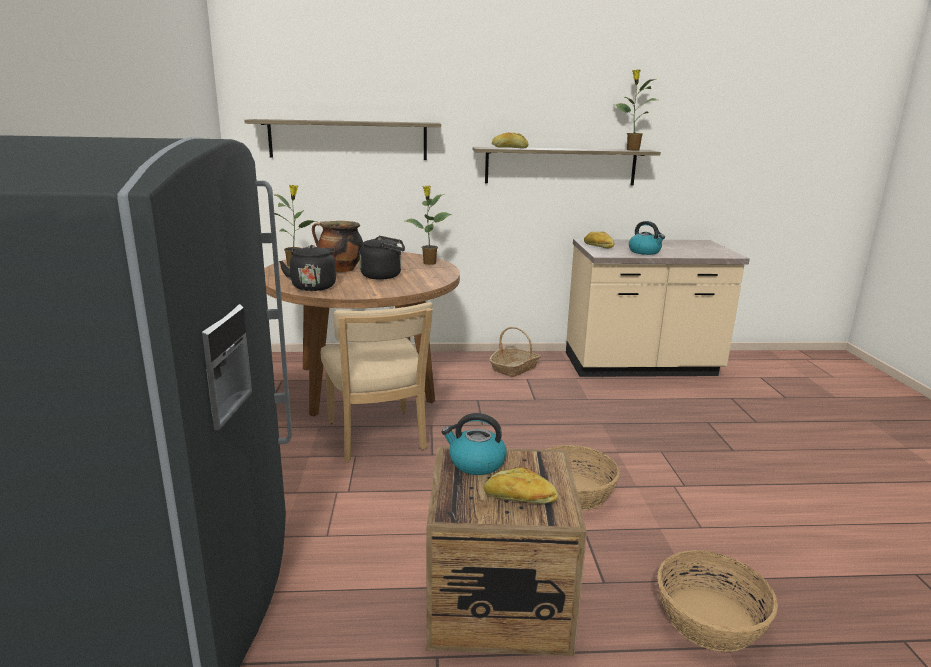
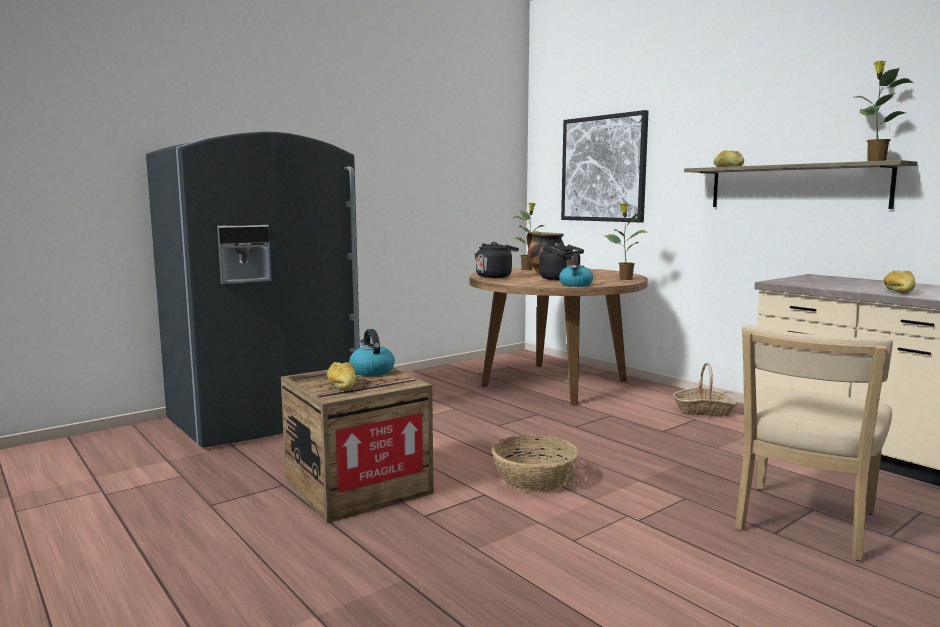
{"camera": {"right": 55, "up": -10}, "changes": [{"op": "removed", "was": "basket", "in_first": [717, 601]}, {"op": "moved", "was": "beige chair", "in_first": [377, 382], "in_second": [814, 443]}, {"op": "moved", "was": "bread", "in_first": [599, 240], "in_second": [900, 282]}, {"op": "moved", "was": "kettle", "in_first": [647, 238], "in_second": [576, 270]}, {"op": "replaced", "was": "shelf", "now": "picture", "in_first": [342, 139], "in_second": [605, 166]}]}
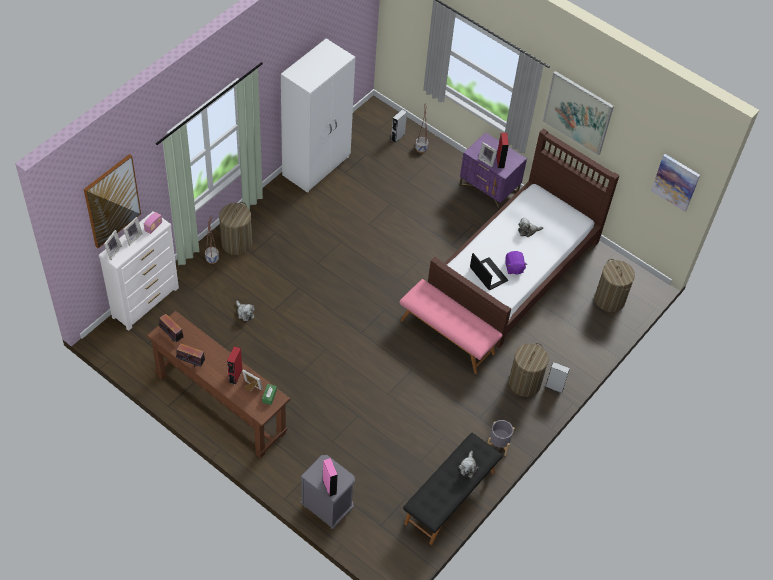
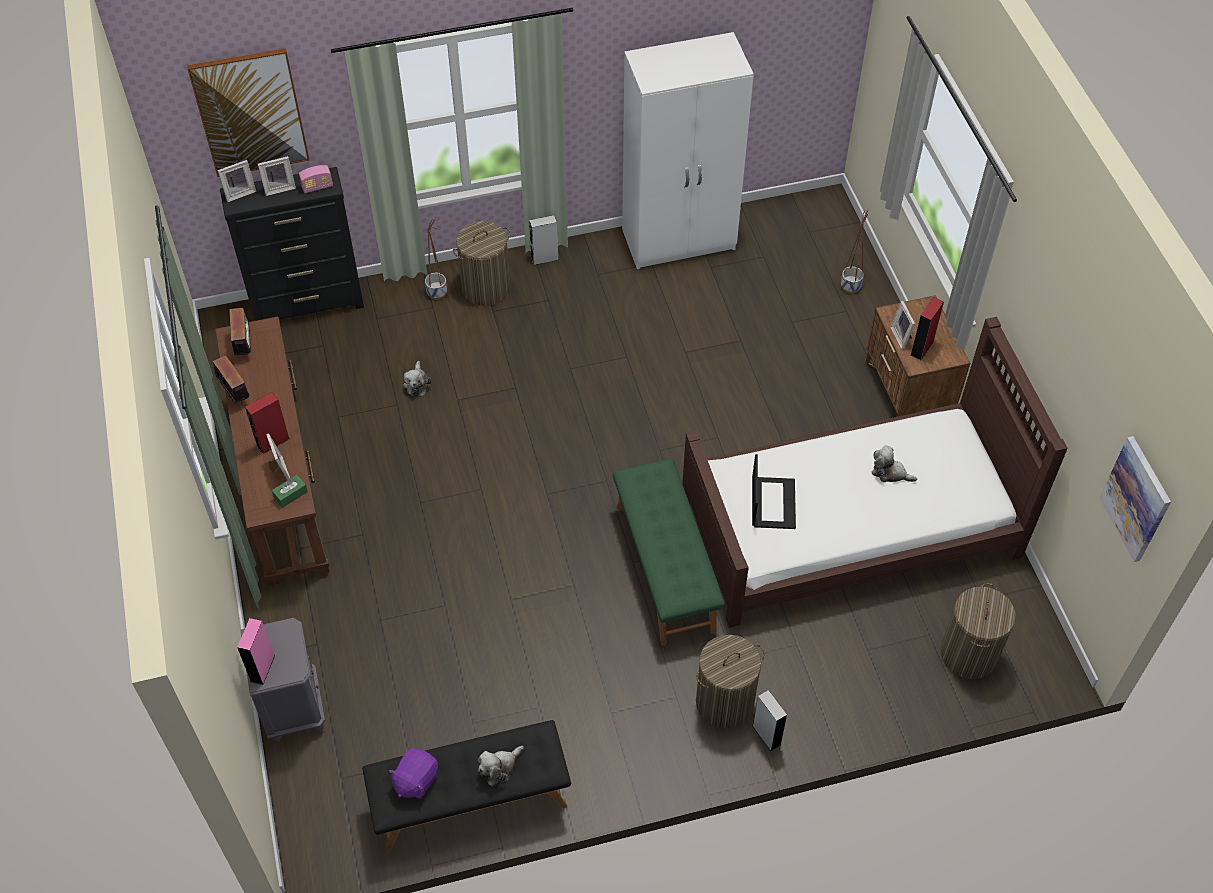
{"camera": {"right": 40, "up": 0}, "changes": [{"op": "removed", "was": "grey planter", "in_first": [501, 438]}, {"op": "removed", "was": "picture", "in_first": [578, 113]}, {"op": "moved", "was": "grey speaker", "in_first": [399, 126], "in_second": [544, 240]}, {"op": "moved", "was": "purple plush toy", "in_first": [516, 263], "in_second": [413, 773]}, {"op": "recoloured", "was": "white dresser", "now": "black dresser", "in_first": [139, 271], "in_second": [292, 244]}, {"op": "recoloured", "was": "pink bench", "now": "green bench", "in_first": [451, 326], "in_second": [669, 552]}, {"op": "recoloured", "was": "purple nightstand", "now": "brown nightstand", "in_first": [493, 171], "in_second": [917, 355]}]}
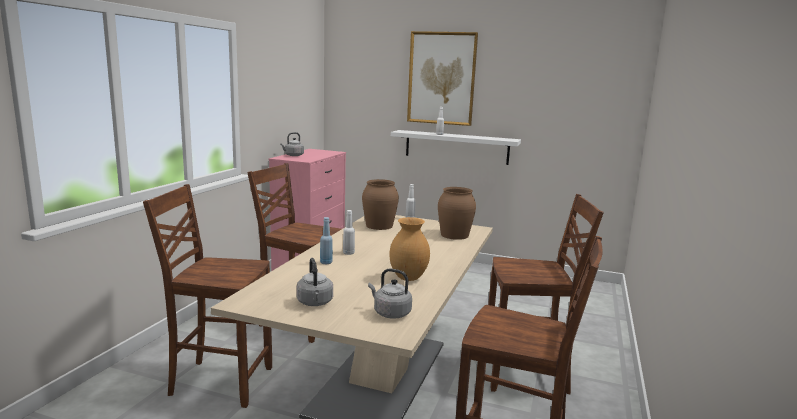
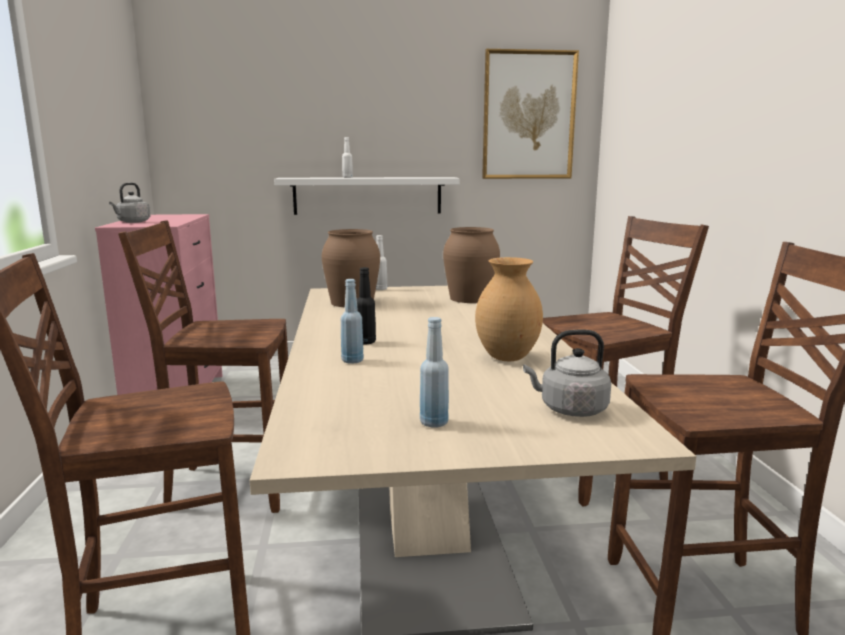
{"camera": {"right": -25, "up": 0}, "changes": [{"op": "moved", "was": "picture", "in_first": [442, 78], "in_second": [530, 114]}, {"op": "replaced", "was": "grey kettle", "now": "blue bottle", "in_first": [314, 282], "in_second": [434, 372]}, {"op": "recoloured", "was": "white bottle", "now": "black bottle", "in_first": [349, 232], "in_second": [366, 305]}]}
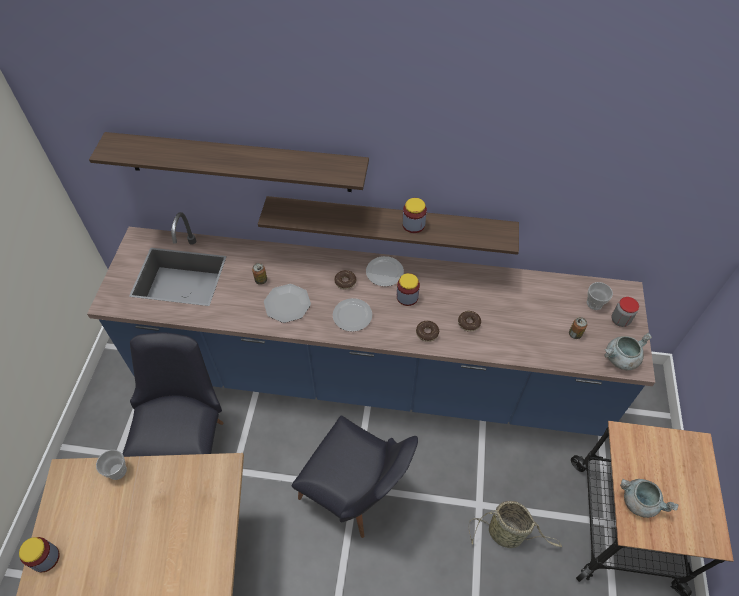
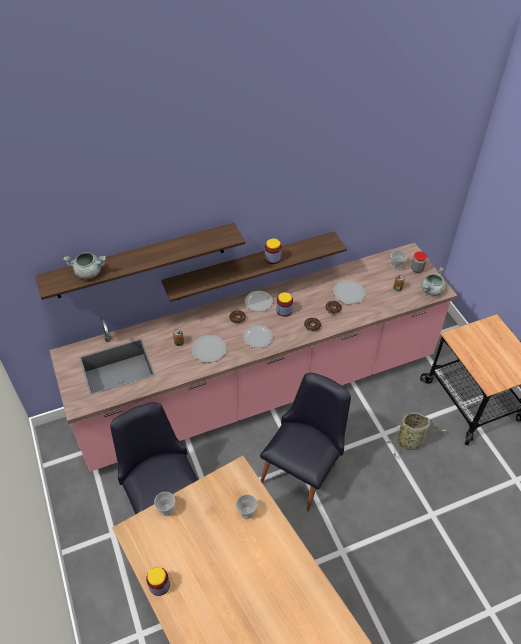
{"camera": {"right": -30, "up": -5}, "changes": [{"op": "added", "now": "cup", "in_second": [246, 506]}, {"op": "added", "now": "plate", "in_second": [349, 292]}, {"op": "moved", "was": "grey cooking pot", "in_first": [649, 498], "in_second": [85, 265]}, {"op": "recoloured", "was": "blue counter", "now": "pink counter", "in_first": [371, 324], "in_second": [253, 357]}, {"op": "turned", "was": "black chair", "in_first": [355, 477], "in_second": [305, 442], "clockwise": -60}]}
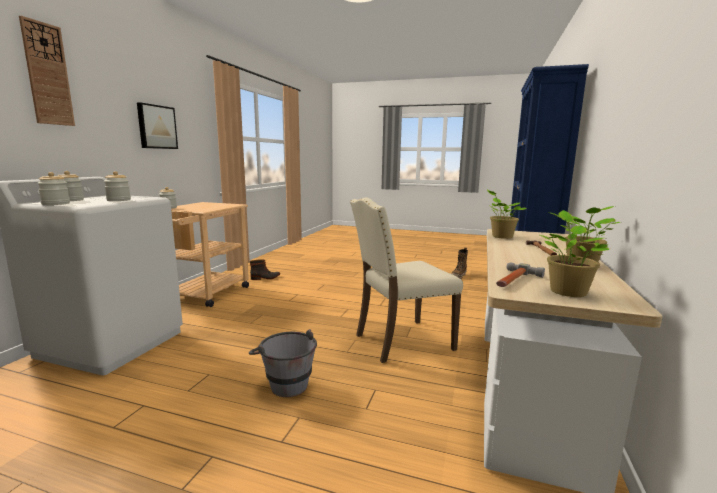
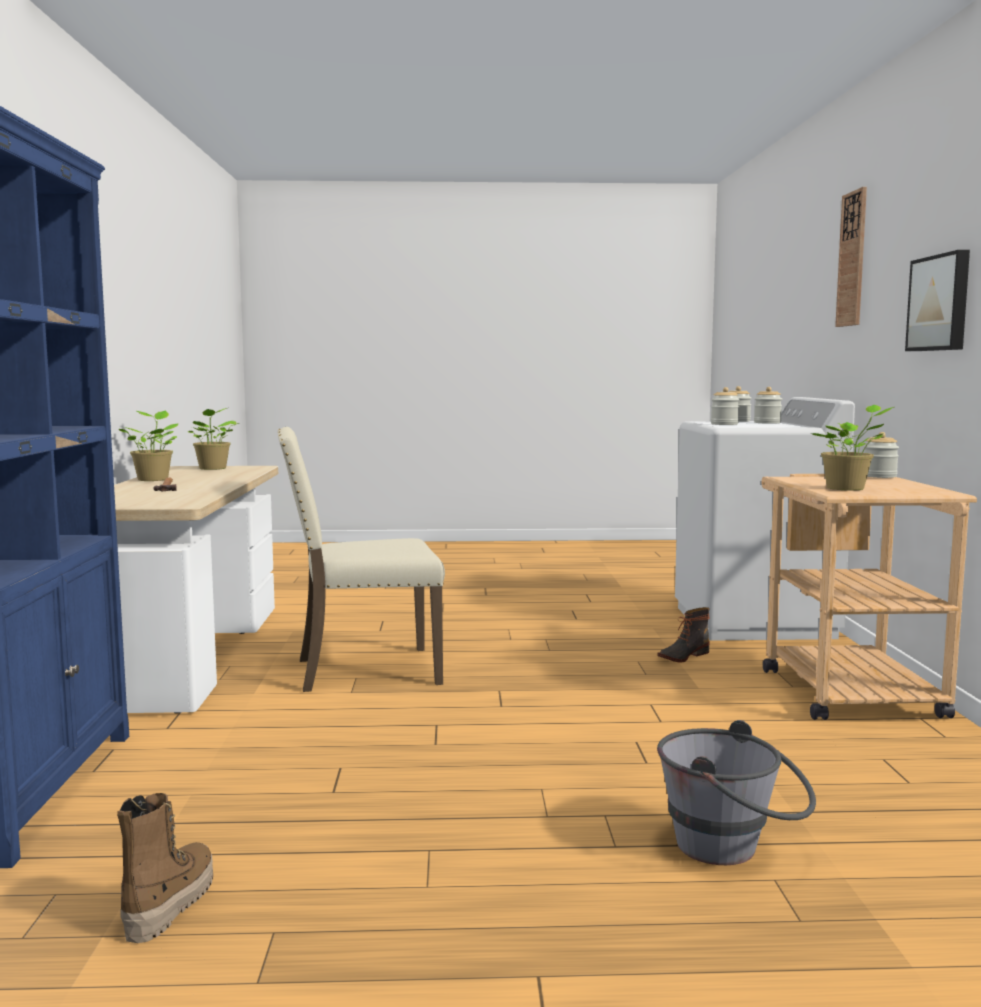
{"camera": {"right": 160, "up": -5}, "changes": [{"op": "removed", "was": "hammer", "in_first": [520, 275]}, {"op": "moved", "was": "grey bucket", "in_first": [283, 363], "in_second": [736, 792]}, {"op": "moved", "was": "boot", "in_first": [265, 269], "in_second": [683, 635]}, {"op": "moved", "was": "potted plant", "in_first": [507, 214], "in_second": [852, 448]}, {"op": "turned", "was": "beige chair", "in_first": [406, 280], "in_second": [361, 559], "clockwise": -150}]}
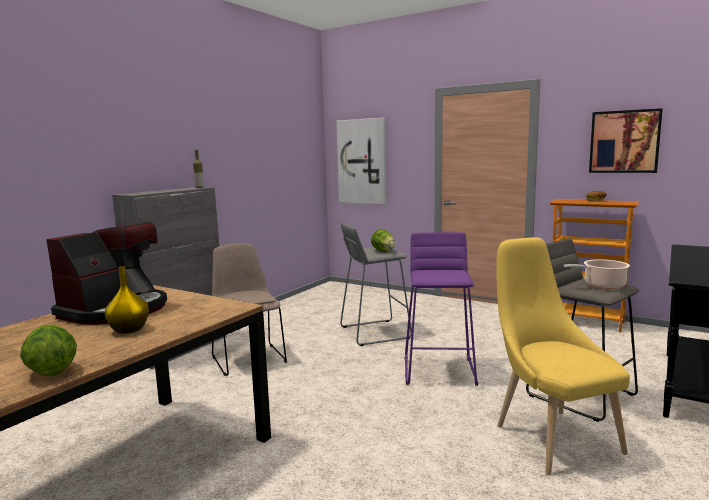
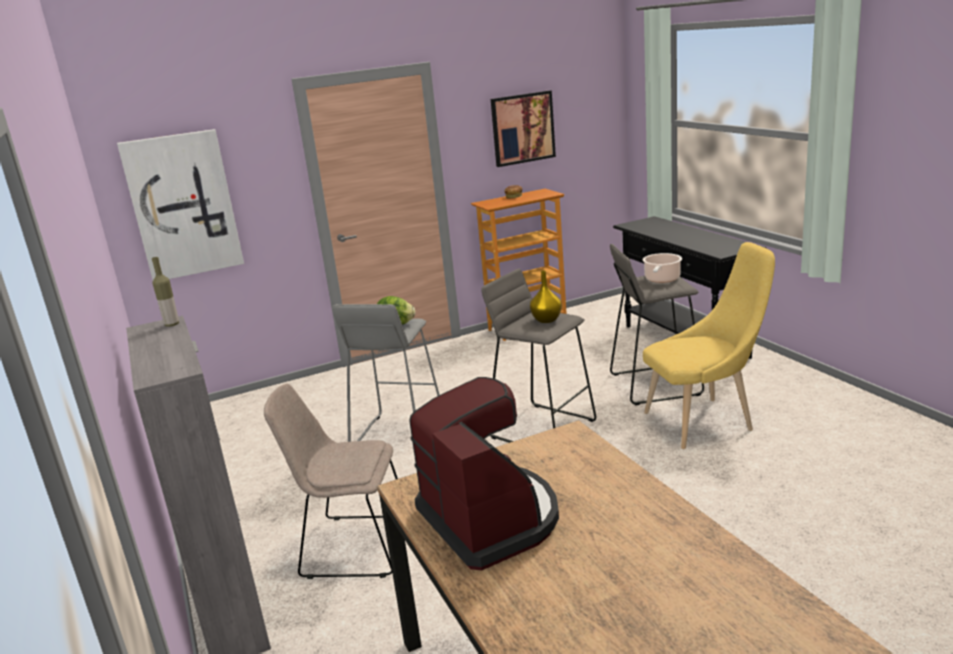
{"camera": {"right": -55, "up": 10}, "changes": [{"op": "removed", "was": "lettuce", "in_first": [48, 350]}, {"op": "moved", "was": "yellow vase", "in_first": [127, 300], "in_second": [546, 296]}, {"op": "recoloured", "was": "purple stool", "now": "grey stool", "in_first": [441, 309], "in_second": [538, 356]}, {"op": "turned", "was": "yellow chair", "in_first": [563, 356], "in_second": [709, 345], "clockwise": 150}]}
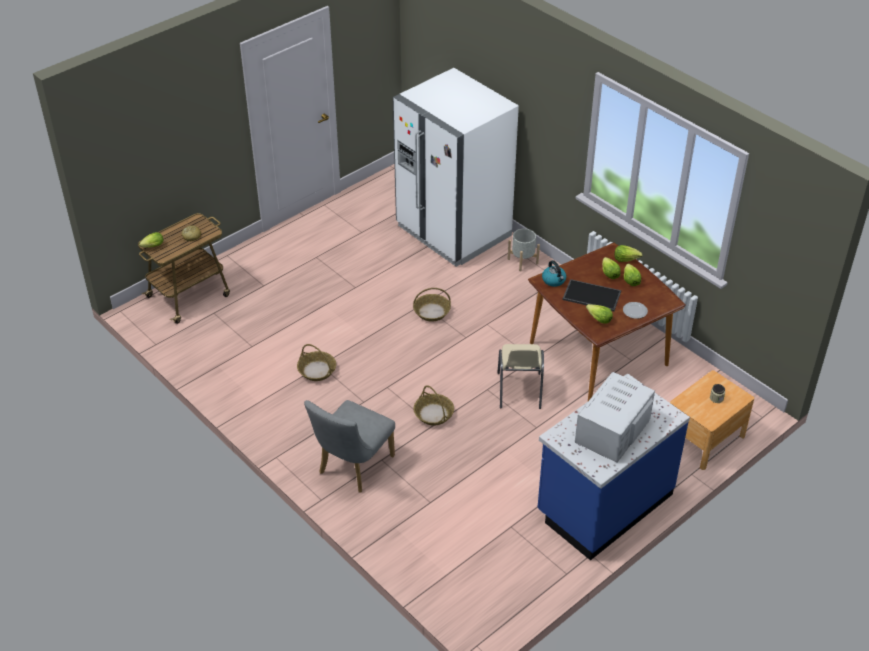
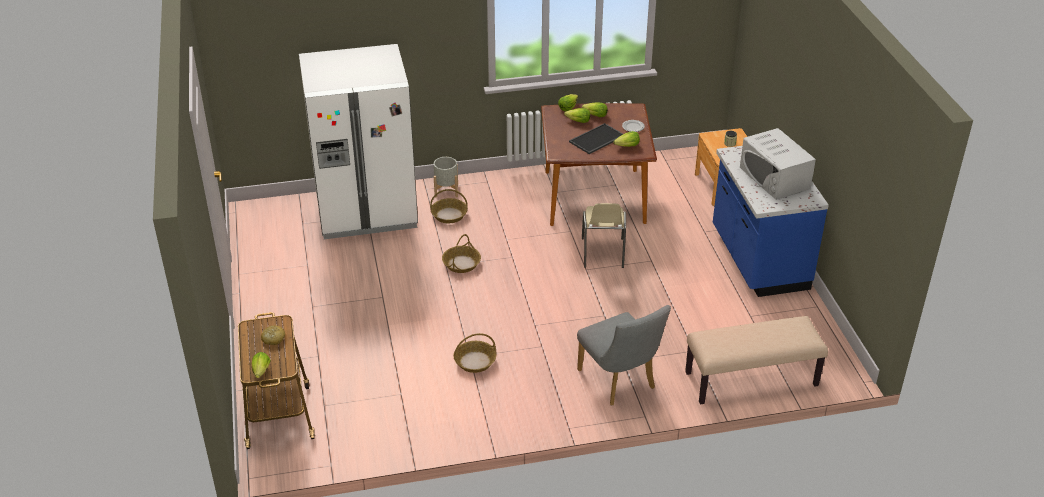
{"camera": {"right": -60, "up": -5}, "changes": [{"op": "removed", "was": "kettle", "in_first": [554, 273]}, {"op": "added", "now": "beige bench", "in_second": [756, 360]}, {"op": "moved", "was": "basket", "in_first": [434, 405], "in_second": [449, 206]}, {"op": "turned", "was": "beige chair", "in_first": [520, 376], "in_second": [604, 235], "clockwise": 60}]}
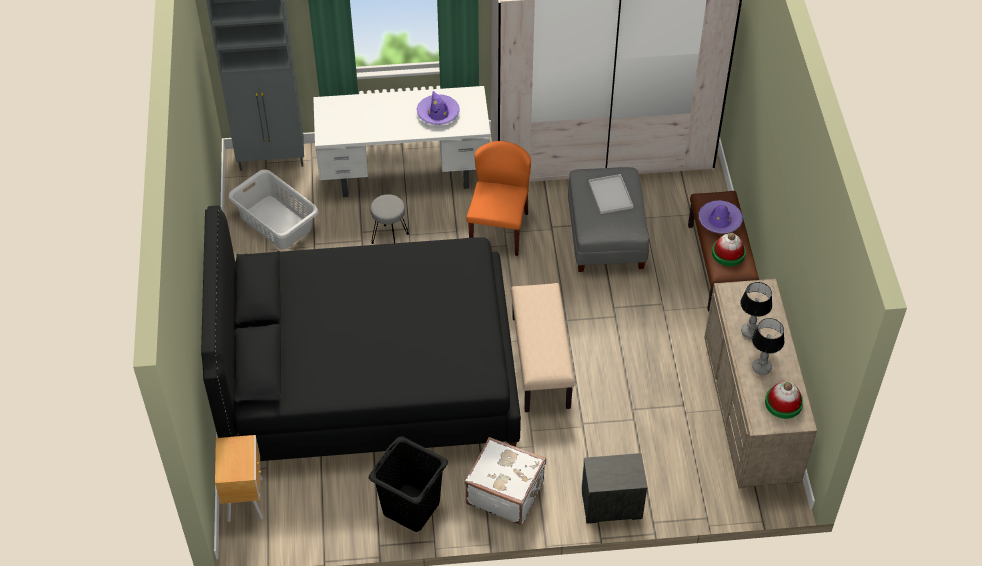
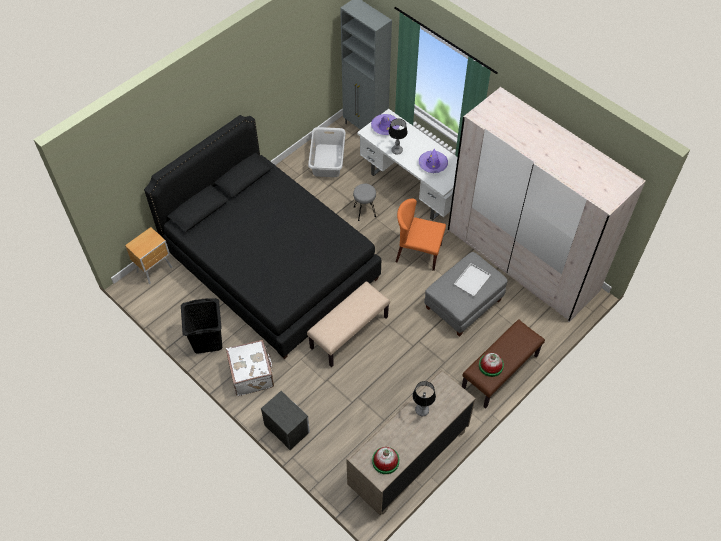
{"camera": {"right": 50, "up": 5}, "changes": [{"op": "moved", "was": "purple hat", "in_first": [721, 217], "in_second": [385, 124]}, {"op": "moved", "was": "table lamp", "in_first": [768, 346], "in_second": [398, 137]}, {"op": "turned", "was": "orange chair", "in_first": [498, 198], "in_second": [421, 235], "clockwise": -135}]}
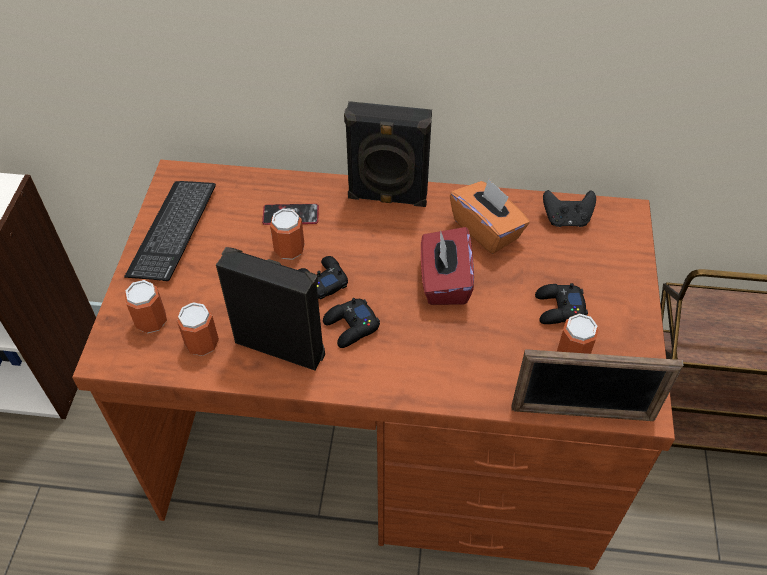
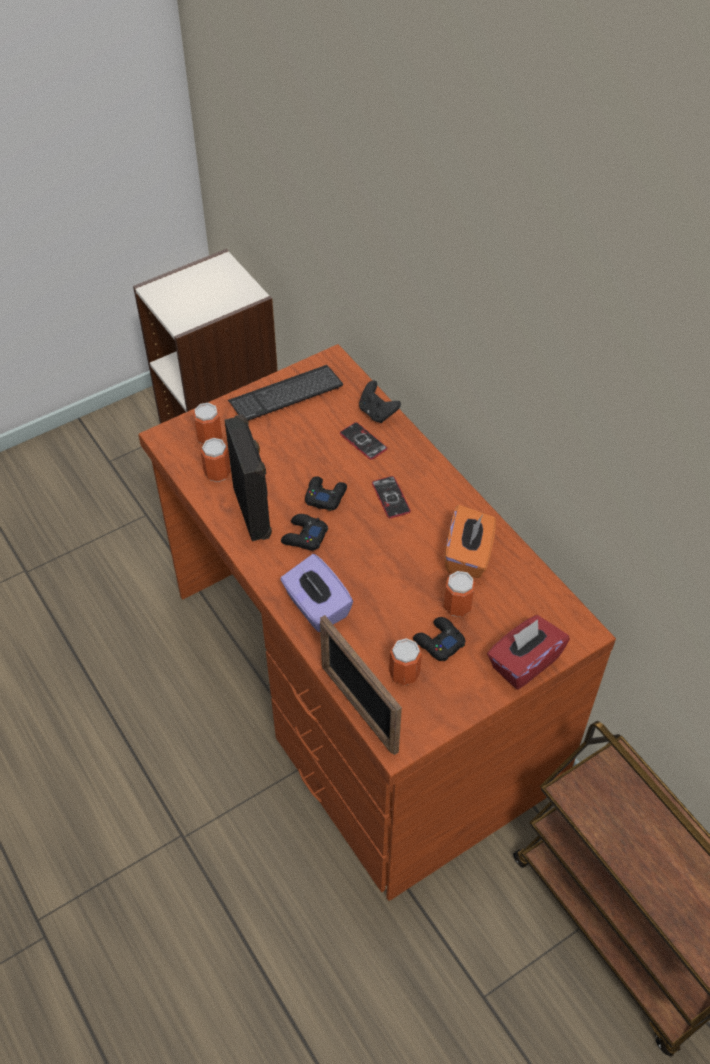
{"camera": {"right": 50, "up": 0}, "changes": [{"op": "removed", "was": "black speaker", "in_first": [388, 154]}, {"op": "added", "now": "purple tissue box", "in_second": [316, 593]}, {"op": "added", "now": "phone", "in_second": [391, 497]}, {"op": "moved", "was": "can", "in_first": [287, 234], "in_second": [459, 594]}, {"op": "moved", "was": "red tissue box", "in_first": [447, 266], "in_second": [528, 652]}, {"op": "moved", "was": "black game controller", "in_first": [569, 208], "in_second": [380, 401]}]}
